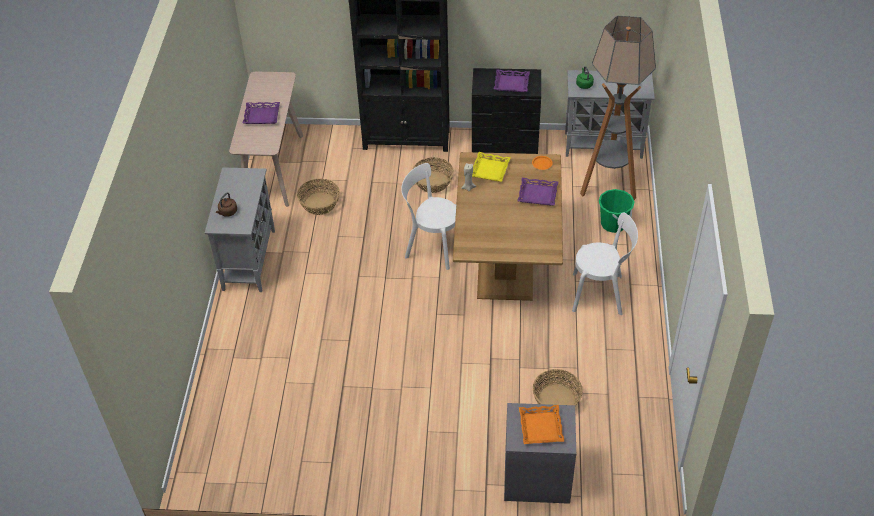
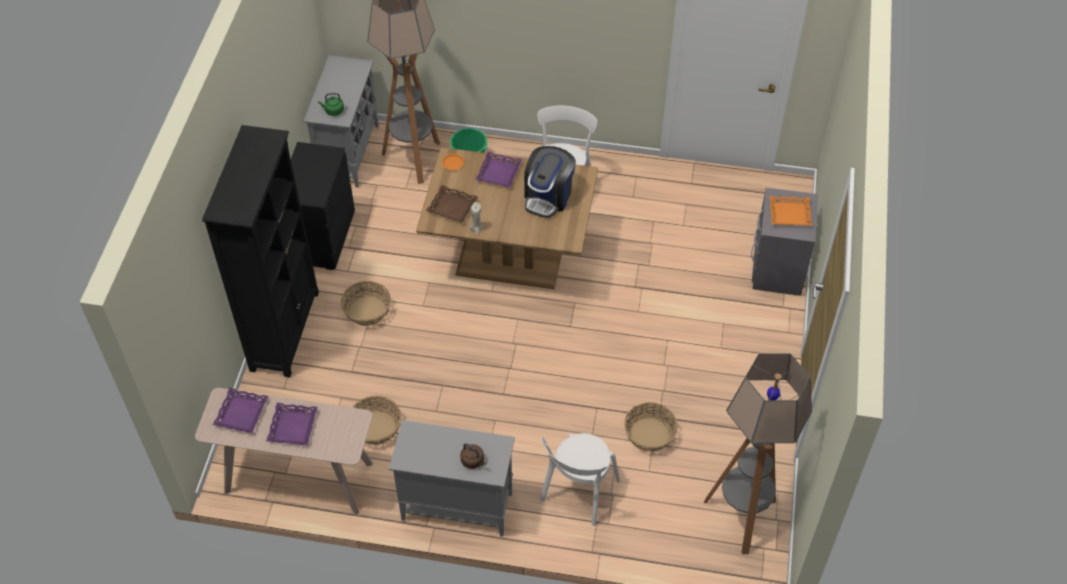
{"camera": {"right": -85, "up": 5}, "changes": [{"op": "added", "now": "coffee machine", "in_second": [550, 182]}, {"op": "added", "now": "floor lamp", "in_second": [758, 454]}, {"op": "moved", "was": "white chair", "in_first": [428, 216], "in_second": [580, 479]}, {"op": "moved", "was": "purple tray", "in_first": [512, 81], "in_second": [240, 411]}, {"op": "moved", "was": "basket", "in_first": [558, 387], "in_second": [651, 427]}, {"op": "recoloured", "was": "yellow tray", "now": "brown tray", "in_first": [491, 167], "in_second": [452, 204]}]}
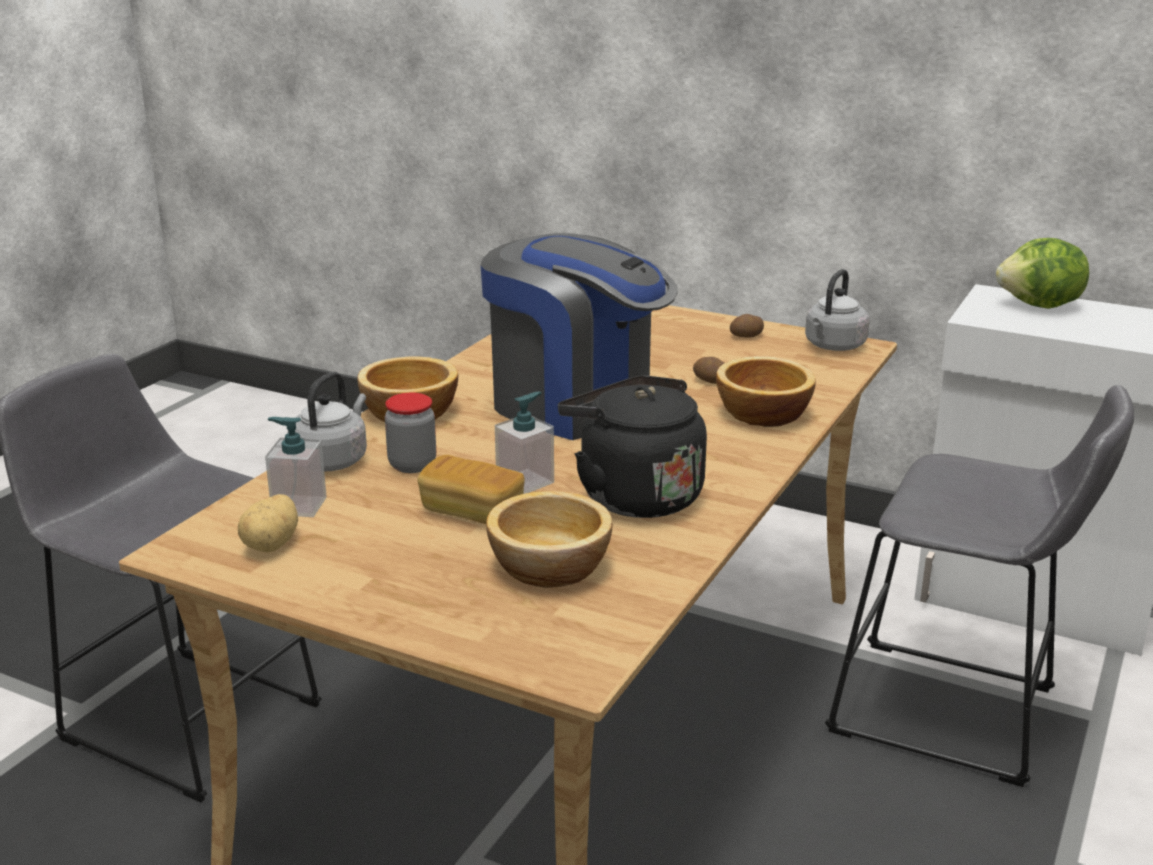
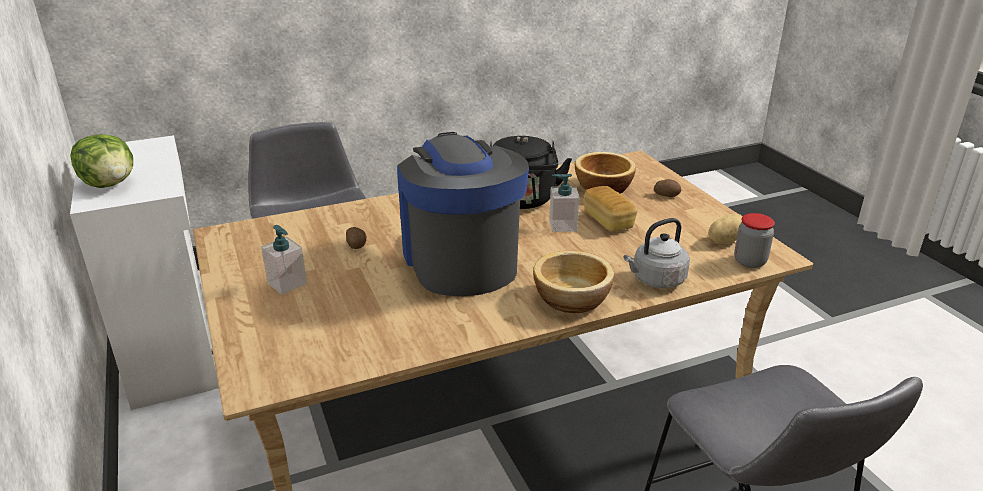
{"camera": {"right": -140, "up": 5}, "changes": [{"op": "removed", "was": "bowl", "in_first": [766, 391]}, {"op": "removed", "was": "grey kettle", "in_first": [837, 310]}, {"op": "moved", "was": "soap dispenser", "in_first": [296, 467], "in_second": [284, 260]}, {"op": "moved", "was": "jar", "in_first": [410, 433], "in_second": [754, 240]}, {"op": "moved", "was": "potato", "in_first": [747, 326], "in_second": [667, 188]}]}
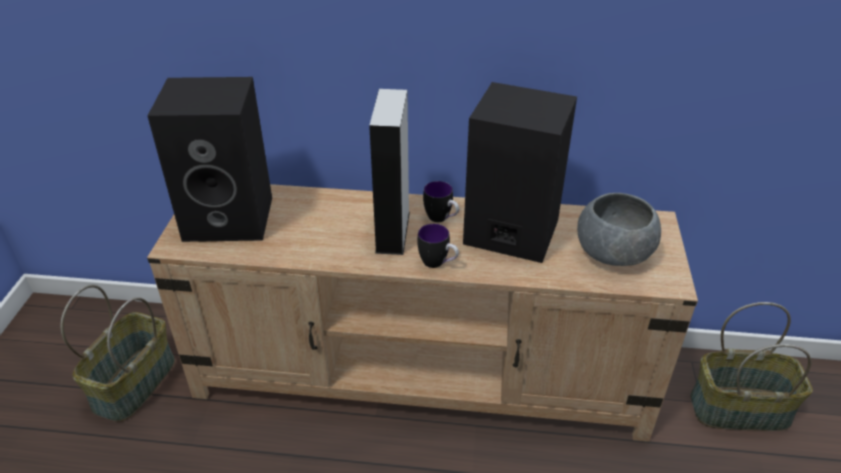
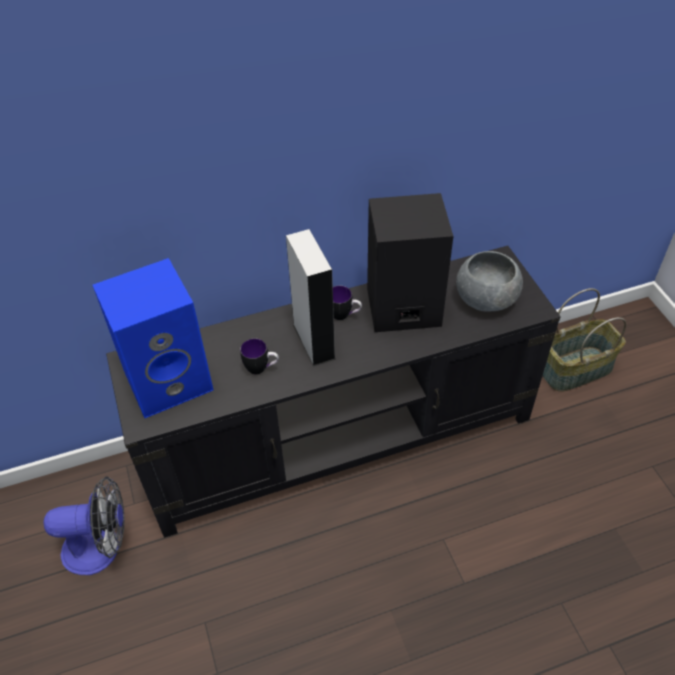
{"camera": {"right": -25, "up": 10}, "changes": [{"op": "moved", "was": "mug", "in_first": [438, 246], "in_second": [259, 356]}, {"op": "replaced", "was": "basket", "now": "fan", "in_first": [118, 353], "in_second": [84, 525]}, {"op": "recoloured", "was": "beige tv stand", "now": "black tv stand", "in_first": [422, 313], "in_second": [333, 392]}, {"op": "recoloured", "was": "black speaker", "now": "blue speaker", "in_first": [210, 159], "in_second": [153, 338]}]}
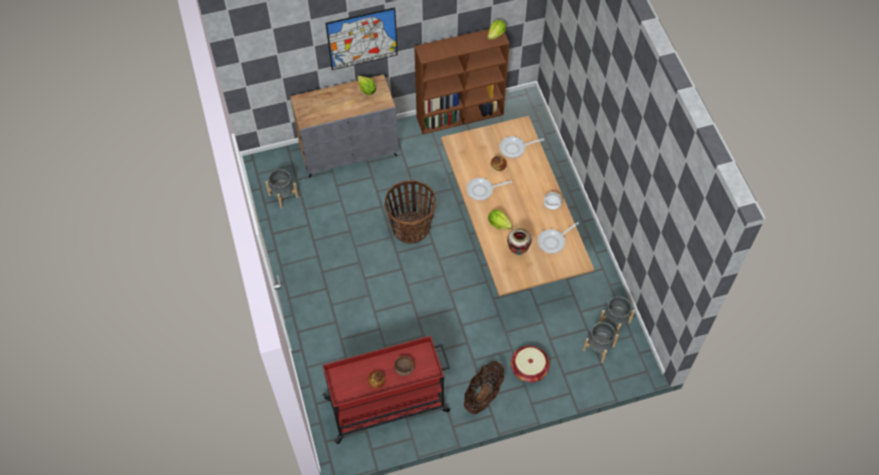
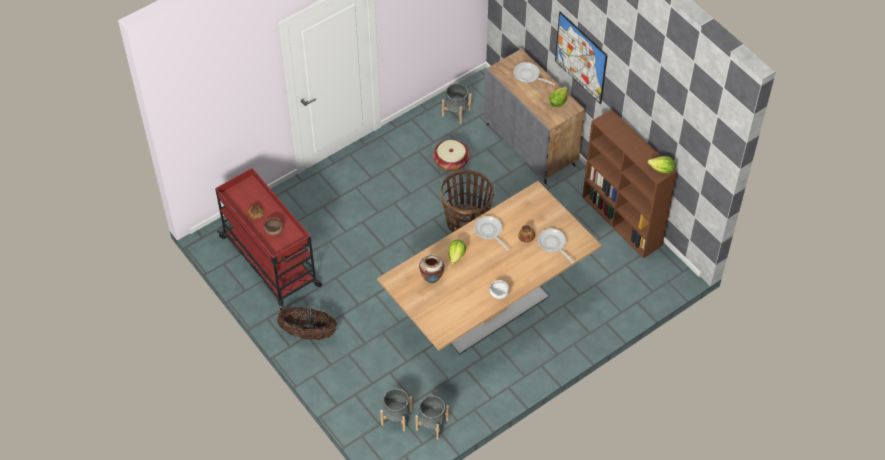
{"camera": {"right": 70, "up": -5}, "changes": [{"op": "moved", "was": "basket", "in_first": [530, 364], "in_second": [451, 155]}, {"op": "moved", "was": "frying pan", "in_first": [558, 238], "in_second": [534, 73]}]}
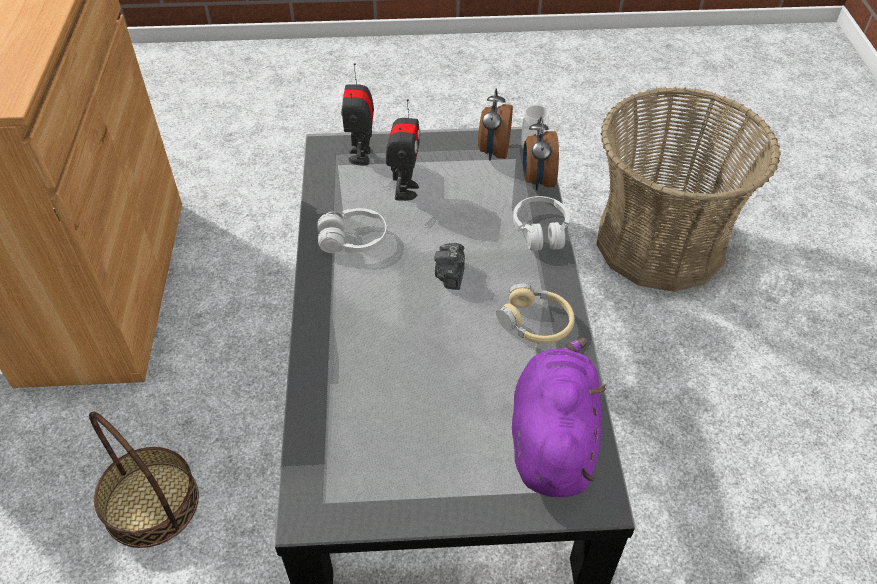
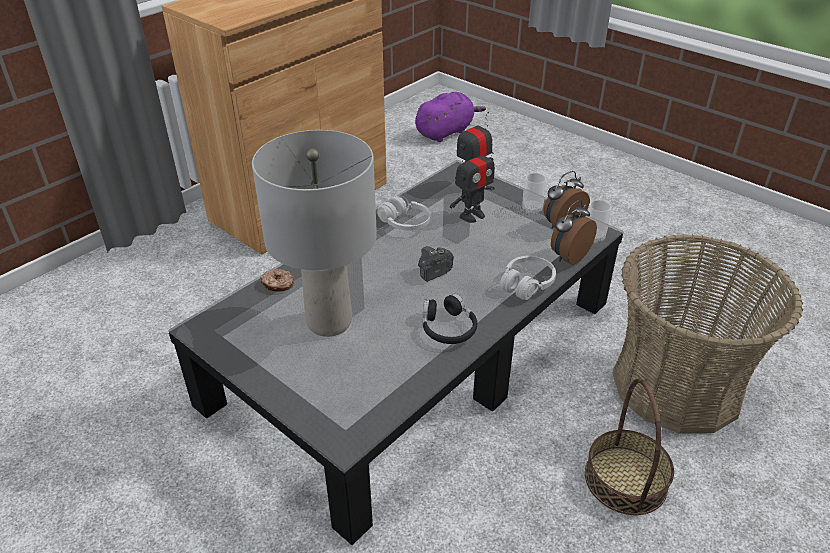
{"camera": {"right": 45, "up": -10}, "changes": [{"op": "added", "now": "grey table lamp", "in_second": [314, 233]}, {"op": "added", "now": "donut", "in_second": [277, 279]}, {"op": "added", "now": "cup", "in_second": [534, 193]}, {"op": "moved", "was": "basket", "in_first": [144, 479], "in_second": [629, 446]}, {"op": "moved", "was": "purple plush toy", "in_first": [559, 417], "in_second": [450, 117]}, {"op": "recoloured", "was": "beige headphones", "now": "black headphones", "in_first": [535, 313], "in_second": [450, 318]}]}
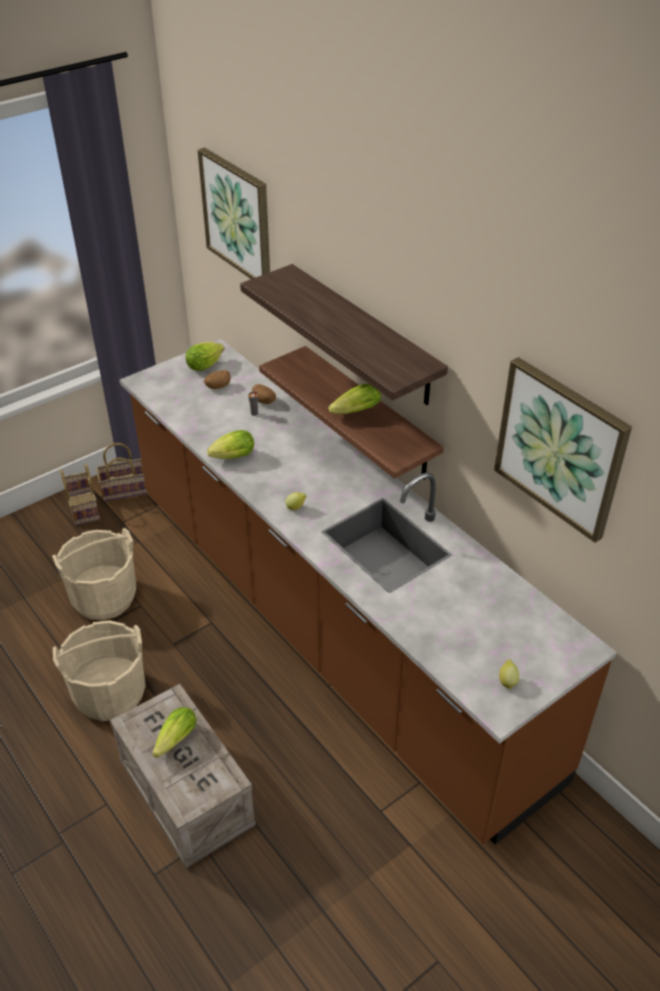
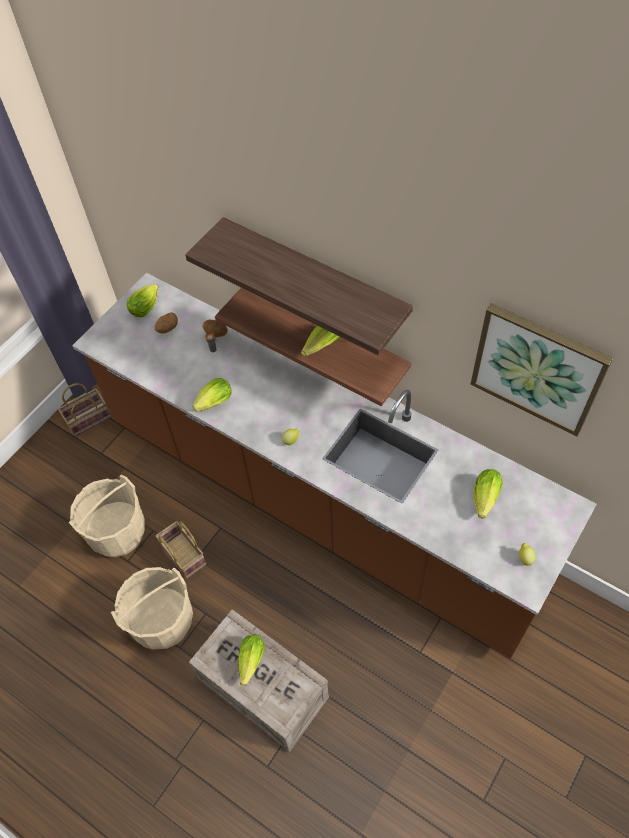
{"camera": {"right": -15, "up": 15}, "changes": [{"op": "removed", "was": "picture", "in_first": [234, 213]}, {"op": "added", "now": "lettuce", "in_second": [488, 493]}, {"op": "moved", "was": "basket", "in_first": [80, 494], "in_second": [181, 550]}]}
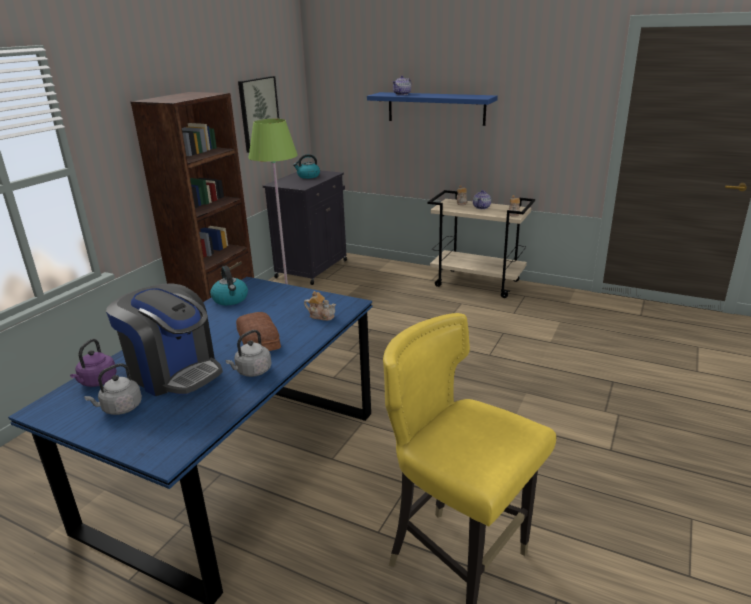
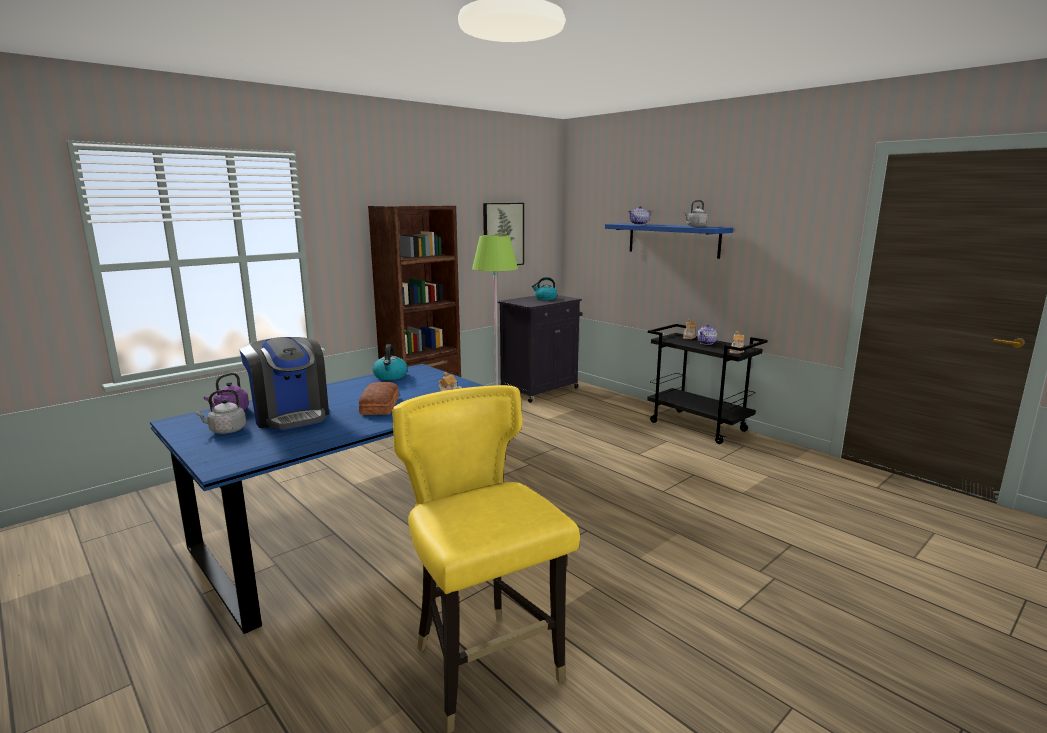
{"camera": {"right": 20, "up": -10}, "changes": [{"op": "moved", "was": "grey kettle", "in_first": [248, 353], "in_second": [695, 213]}, {"op": "recoloured", "was": "beige cart", "now": "black cart", "in_first": [481, 244], "in_second": [707, 384]}]}
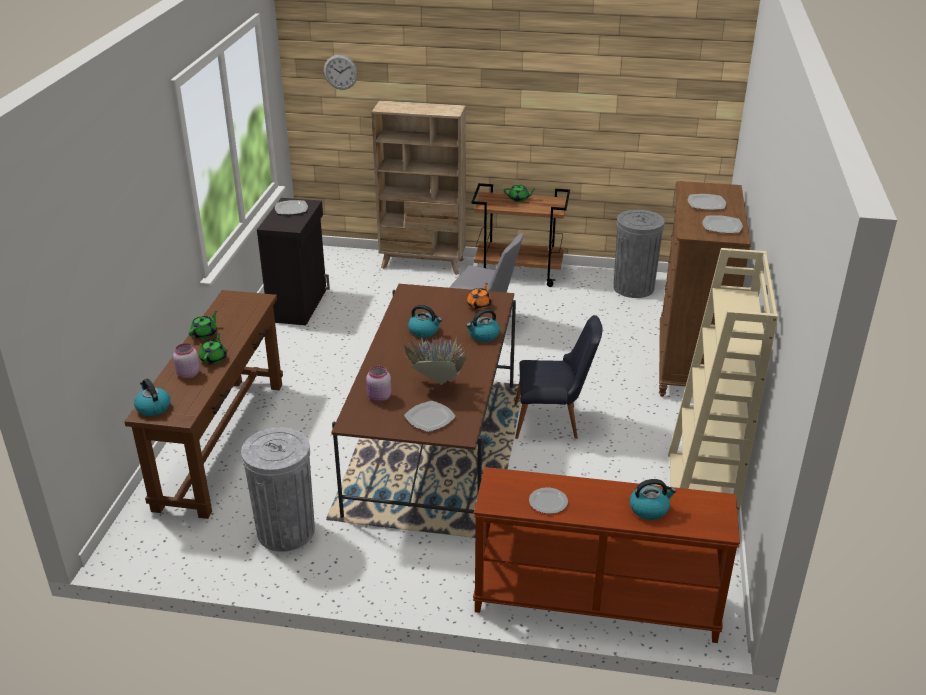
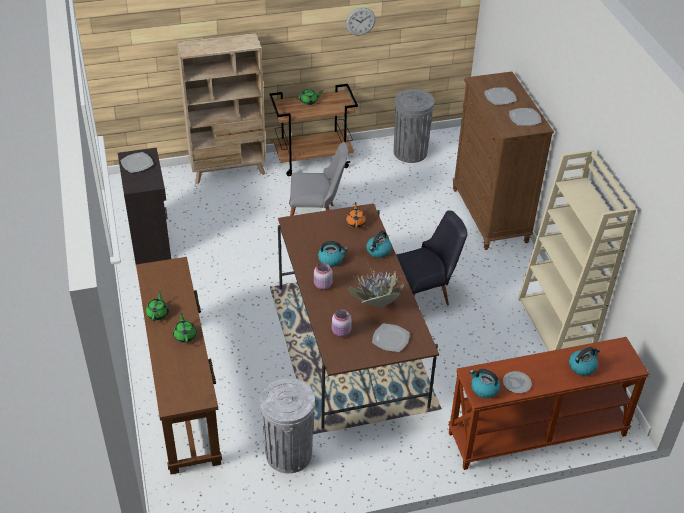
{"camera": {"right": -25, "up": 10}, "changes": [{"op": "moved", "was": "kettle", "in_first": [152, 397], "in_second": [485, 383]}, {"op": "moved", "was": "pink jar", "in_first": [186, 360], "in_second": [323, 276]}, {"op": "moved", "was": "wall clock", "in_first": [341, 72], "in_second": [361, 21]}]}
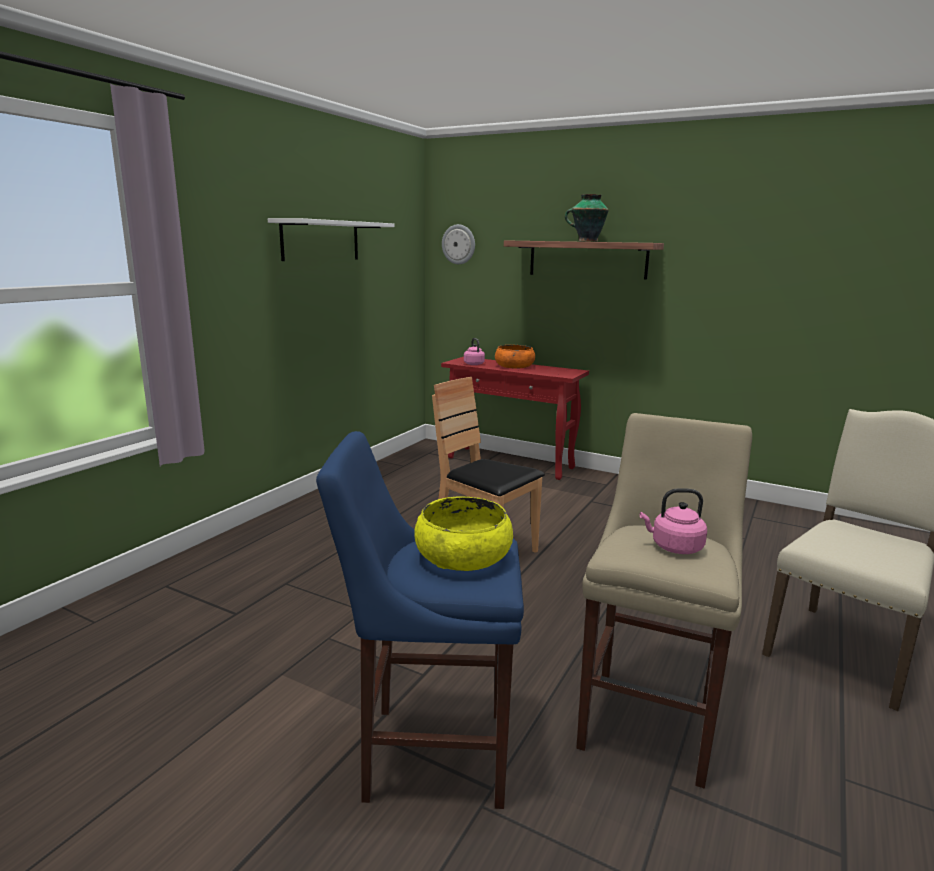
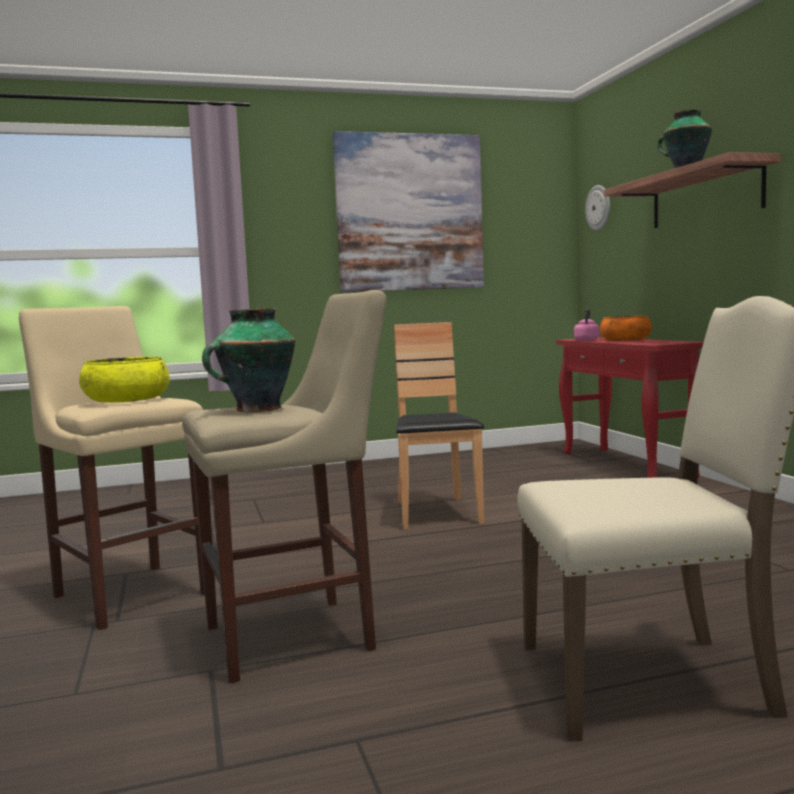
{"camera": {"right": 45, "up": -10}, "changes": [{"op": "replaced", "was": "white shelf", "now": "picture", "in_first": [331, 239], "in_second": [408, 211]}, {"op": "replaced", "was": "pink kettle", "now": "vase", "in_first": [673, 521], "in_second": [248, 360]}, {"op": "recoloured", "was": "blue stool", "now": "beige stool", "in_first": [420, 620], "in_second": [112, 468]}]}
